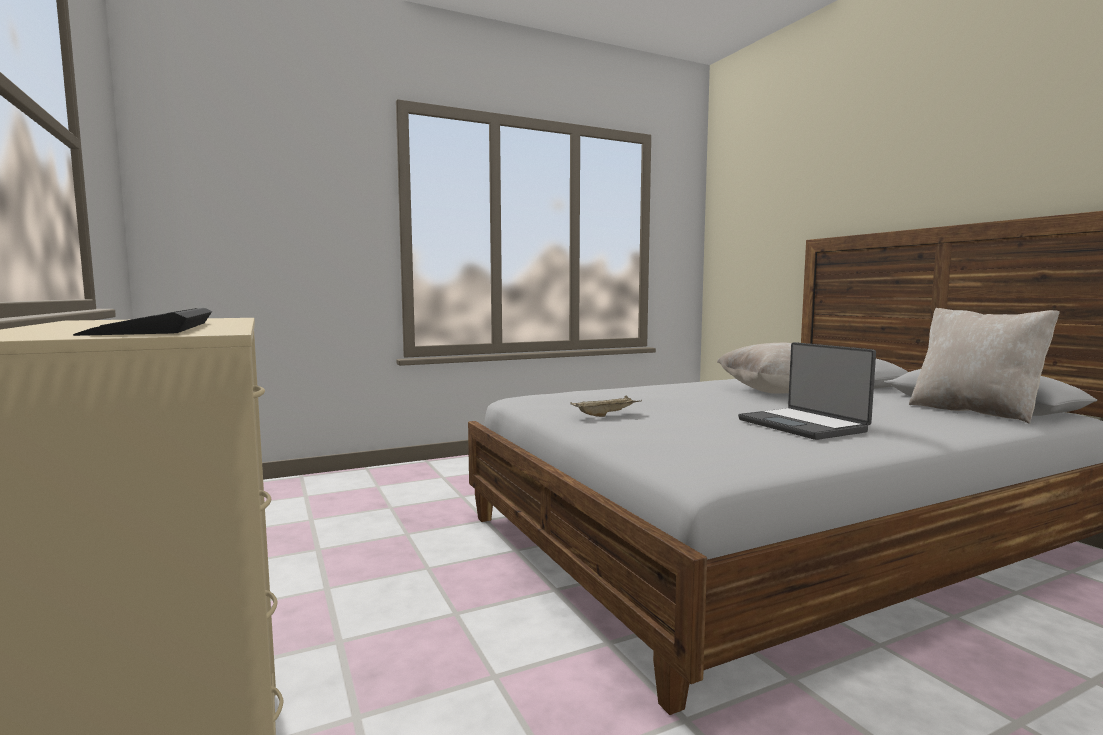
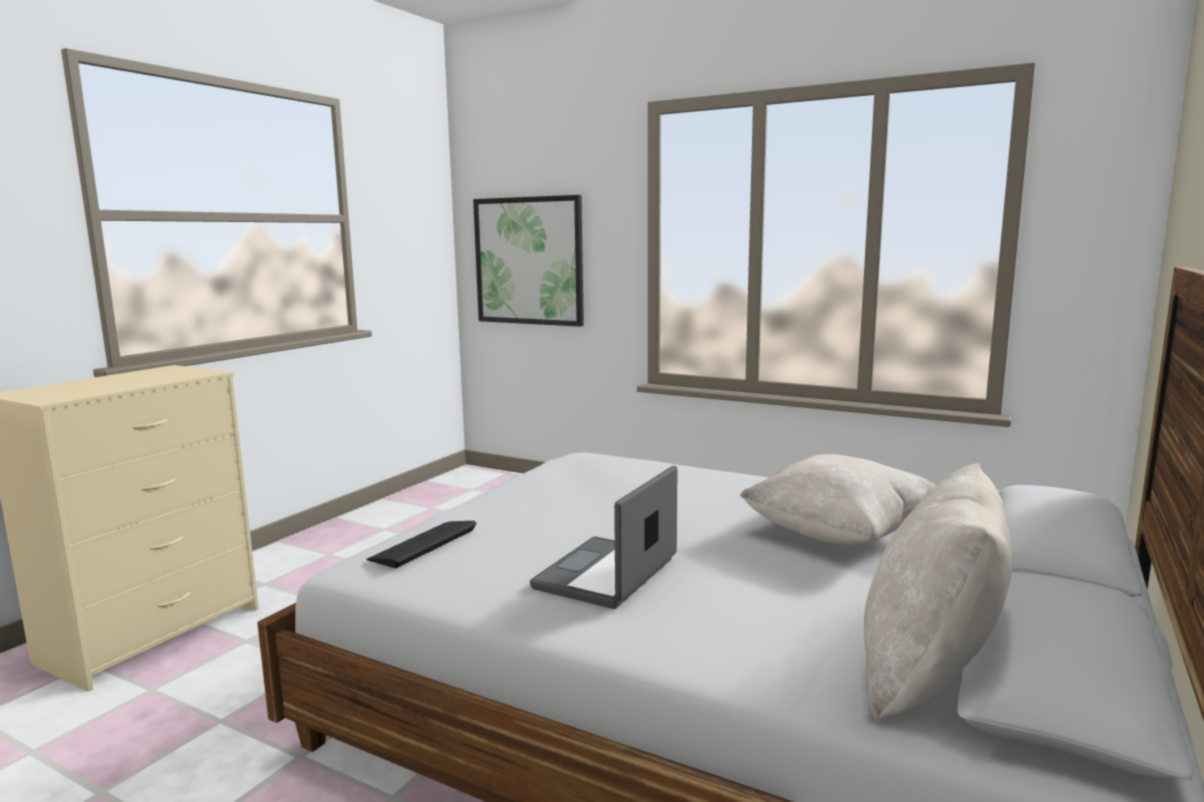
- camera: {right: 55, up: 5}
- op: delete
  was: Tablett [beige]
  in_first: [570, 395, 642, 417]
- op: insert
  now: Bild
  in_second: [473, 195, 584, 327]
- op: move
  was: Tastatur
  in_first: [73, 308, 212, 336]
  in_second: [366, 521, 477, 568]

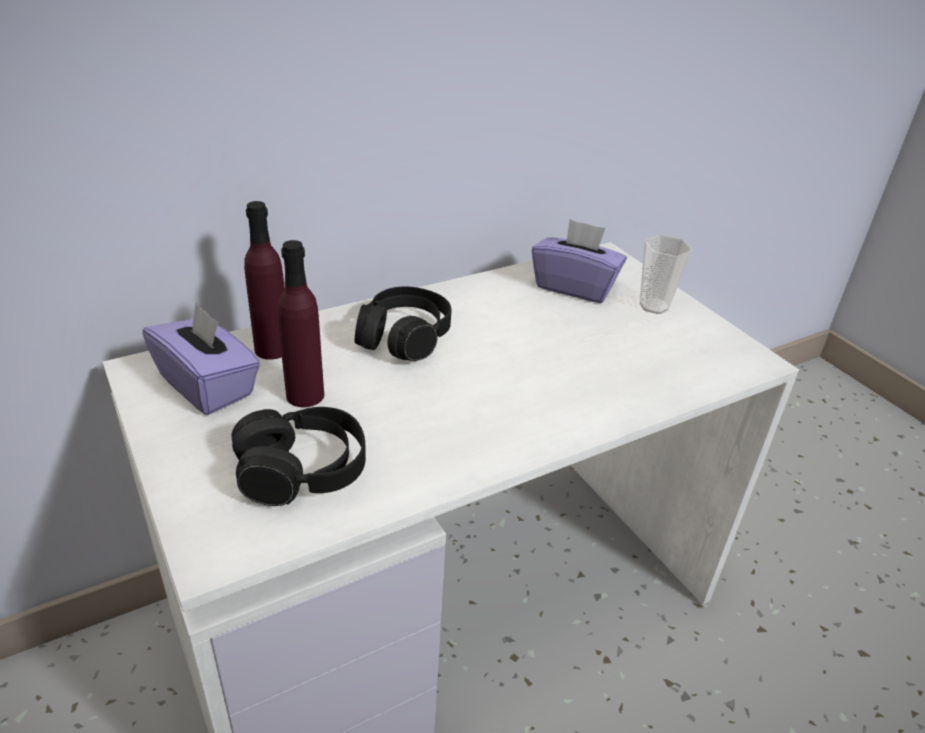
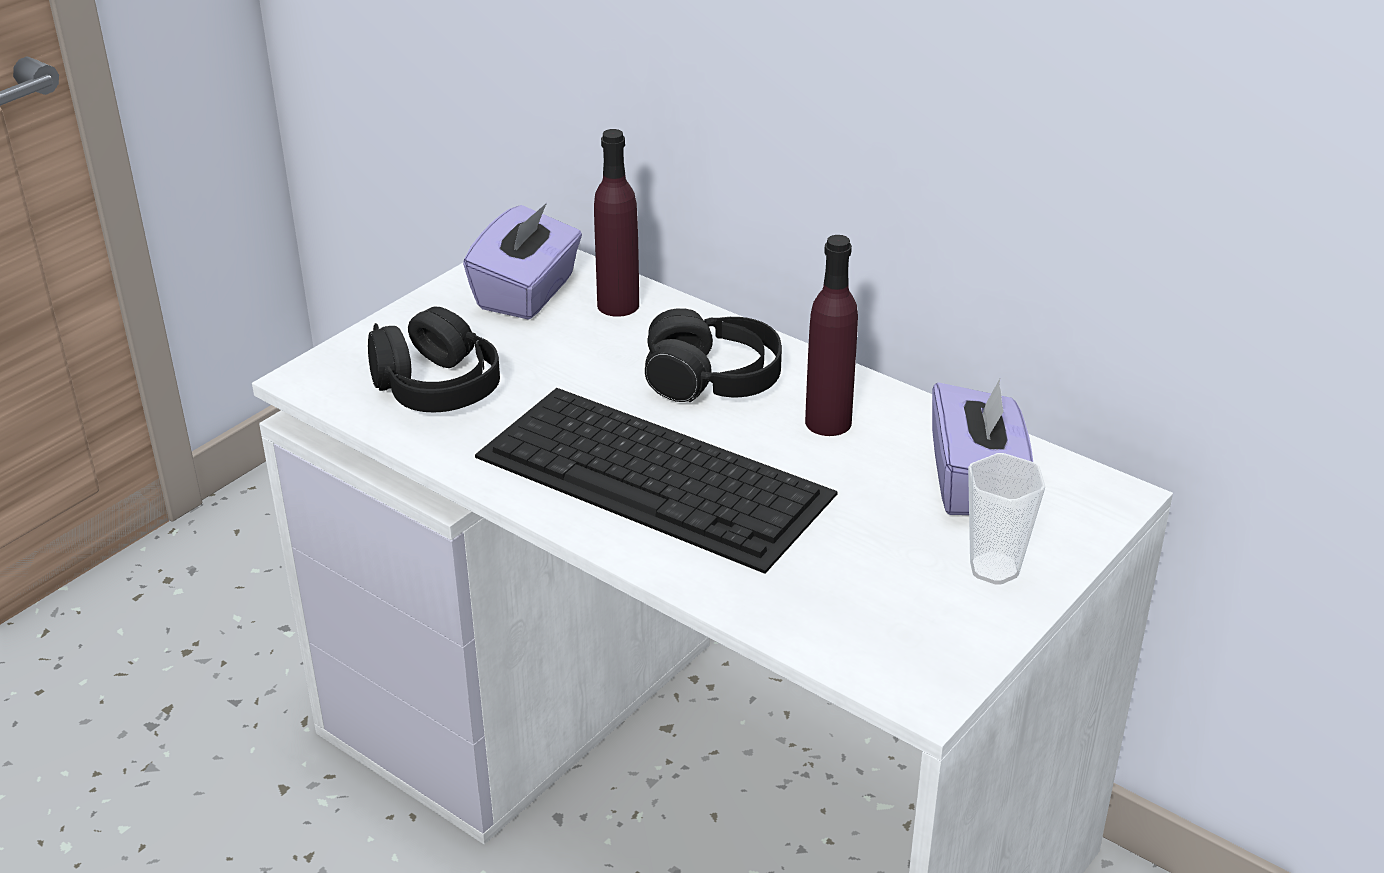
- camera: {right: 70, up: 0}
- op: insert
  now: Tastatur
  in_second: [475, 388, 838, 574]
- op: move
  was: Flasche [lila]
  in_first: [278, 240, 324, 407]
  in_second: [805, 235, 858, 436]

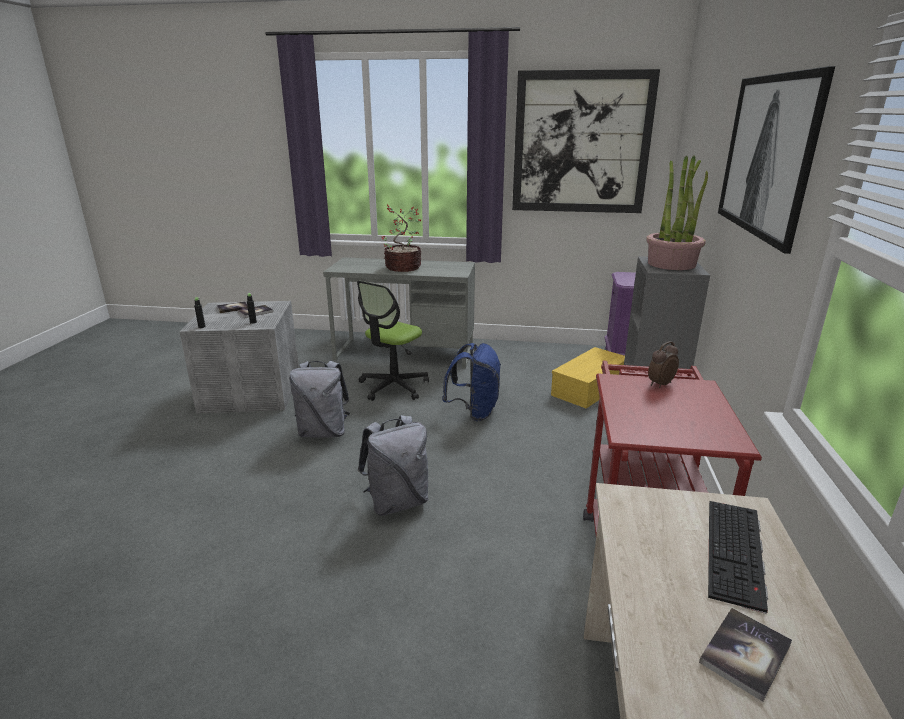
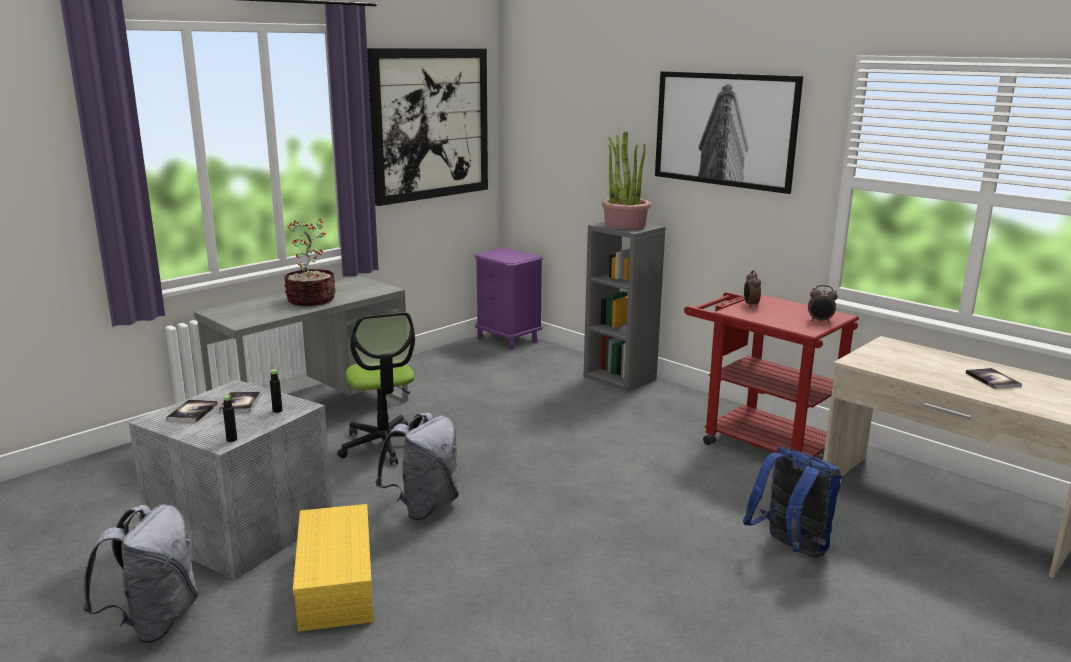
- camera: {right: -55, up: -5}
- op: delete
  was: Tastatur
  in_first: [708, 501, 768, 614]
- op: insert
  now: Wecker
  in_second: [808, 285, 838, 323]
- op: move
  was: Rucksack [grau]
  in_first: [358, 415, 428, 516]
  in_second: [83, 504, 198, 644]
- op: move
  was: Rucksack [blau]
  in_first: [442, 343, 501, 421]
  in_second: [743, 447, 842, 558]
- op: move
  was: Aufbewahrungsbox [gelb]
  in_first: [551, 347, 625, 409]
  in_second: [293, 504, 373, 632]

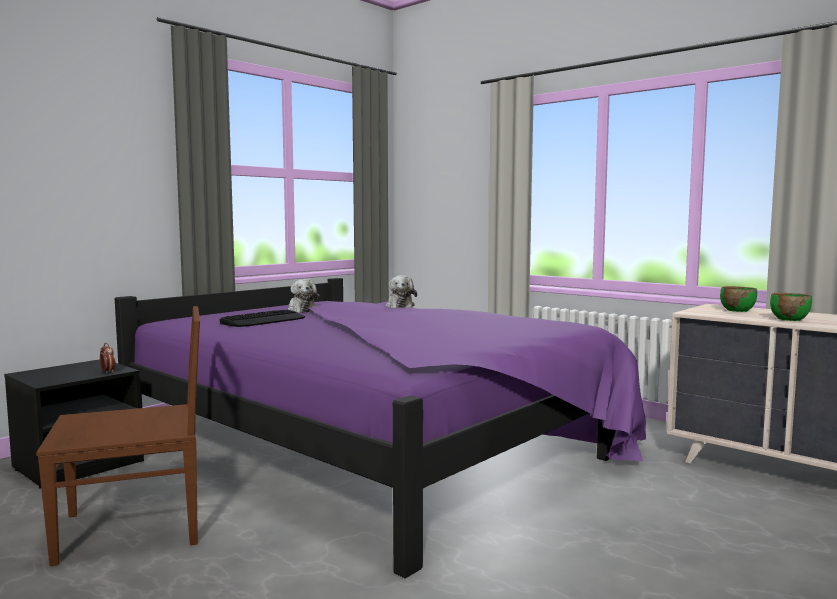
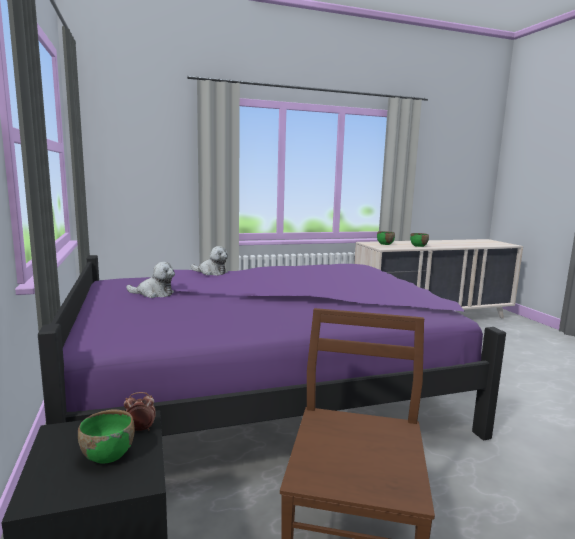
- camera: {right: -60, up: 5}
- op: delete
  was: Tastatur
  in_first: [219, 310, 305, 327]
- op: insert
  now: Schüssel [grün]
  in_second: [78, 410, 135, 463]

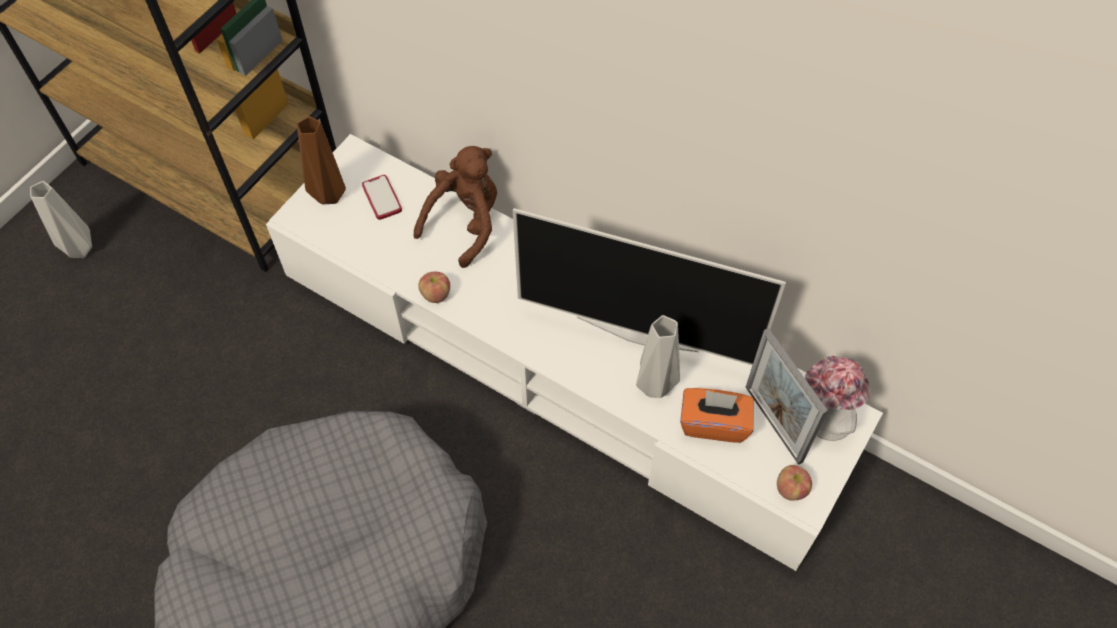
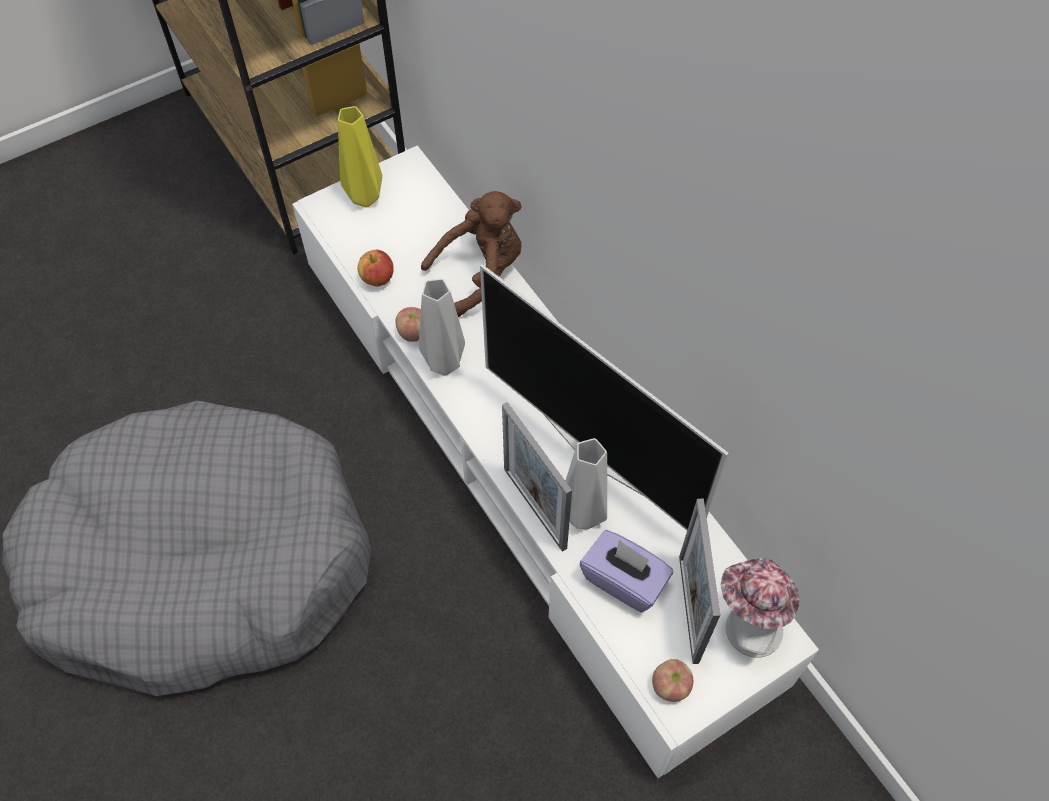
- camera: {right: 25, up: 0}
- op: delete
  was: Handy
  in_first: [362, 175, 402, 220]
- op: insert
  now: Apfel
  in_second: [357, 250, 394, 287]
- op: insert
  now: Bilderrahmen
  in_second: [502, 402, 572, 552]
- op: move
  was: Vase [grau]
  in_first: [30, 181, 92, 258]
  in_second: [419, 279, 465, 375]
- op: recolor
  was: Vase [braun]
  now: Vase [gelb]
  in_first: [297, 116, 346, 204]
  in_second: [338, 106, 382, 208]
- op: recolor
  was: Taschentuchbox [orange]
  now: Taschentuchbox [lila]
  in_first: [680, 388, 754, 443]
  in_second: [580, 530, 673, 613]

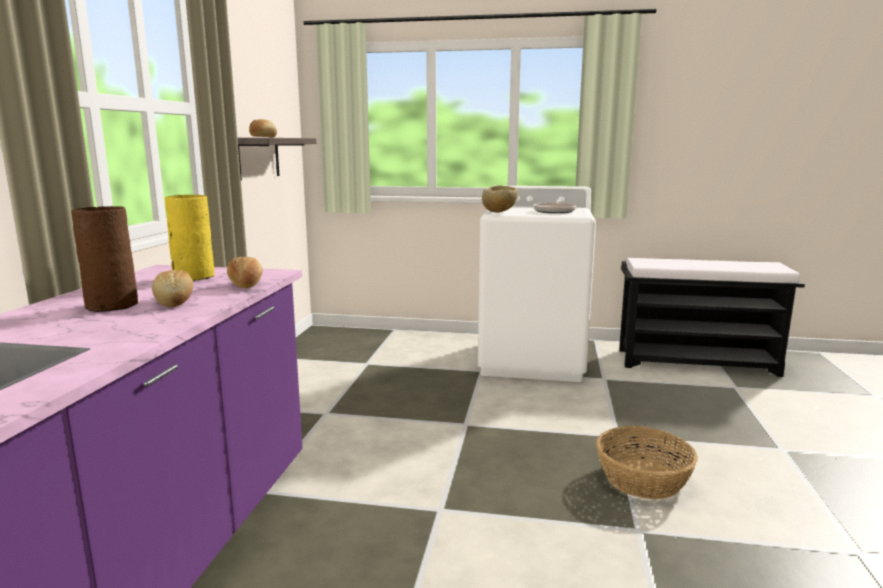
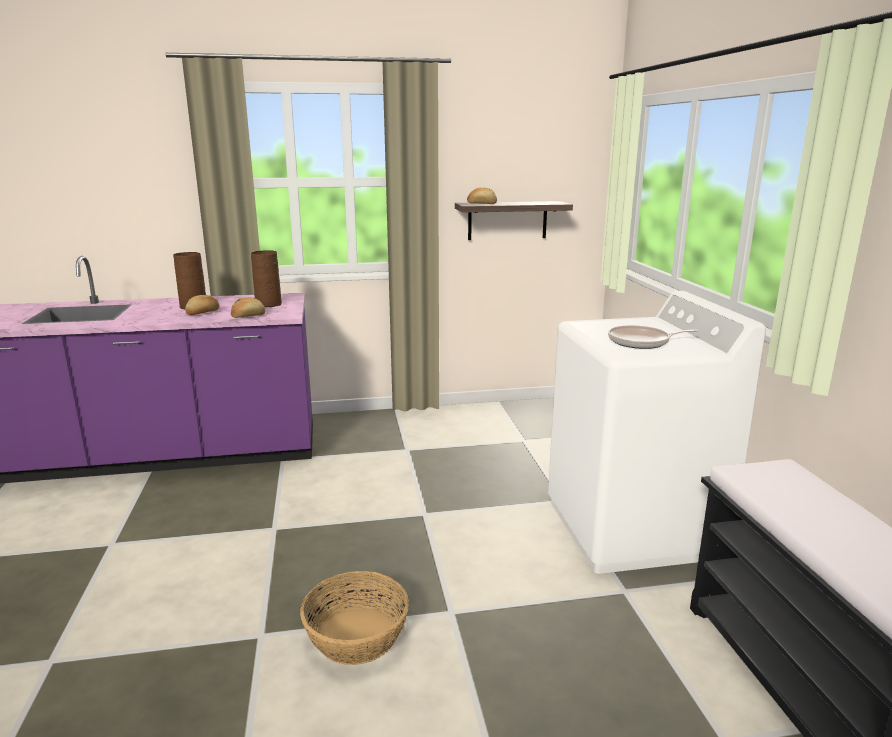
- camera: {right: 70, up: 5}
- op: delete
  was: Schüssel [beige]
  in_first: [482, 185, 518, 213]
- op: recolor
  was: Vase [gelb]
  now: Vase [braun]
  in_first: [165, 195, 215, 281]
  in_second: [251, 250, 282, 307]

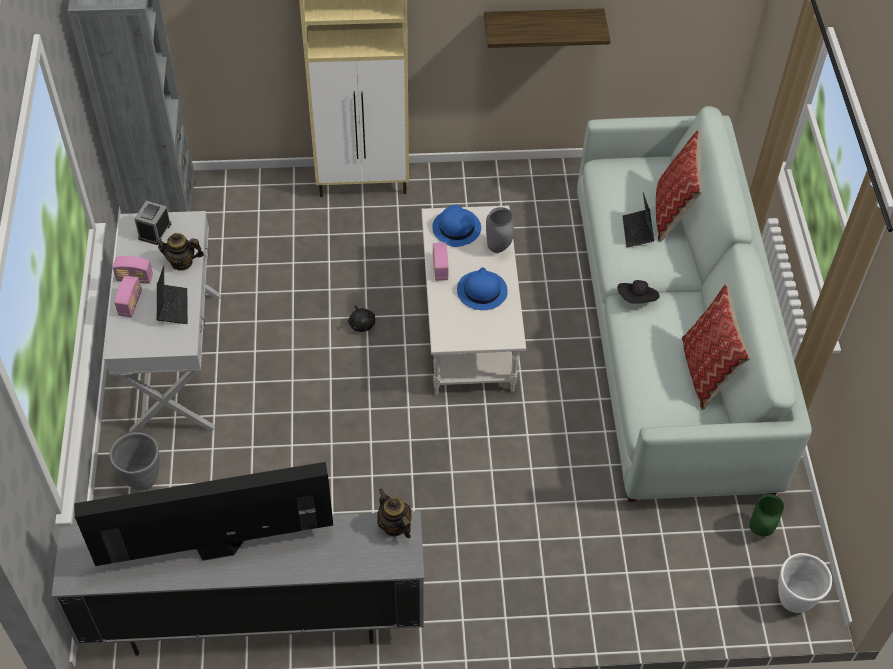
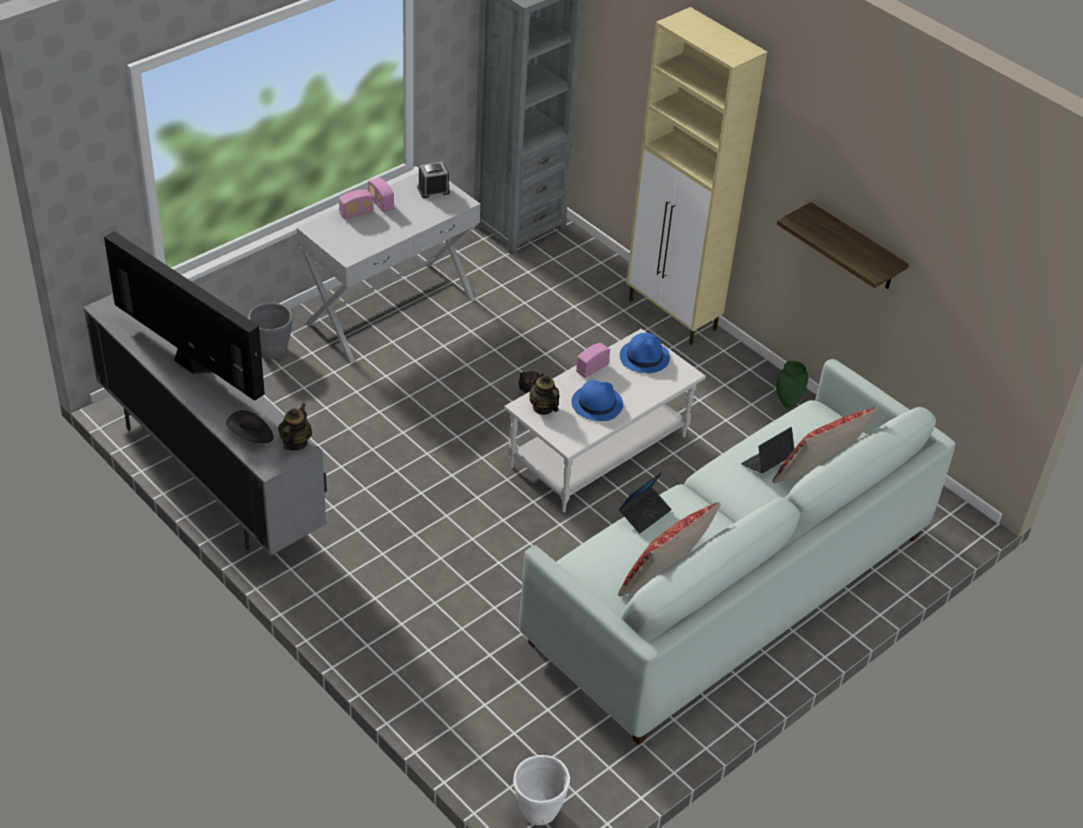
- camera: {right: 50, up: -10}
- op: delete
  was: Vase [grau]
  in_first: [486, 207, 514, 253]
- op: move
  was: Teekanne
  in_first: [154, 233, 204, 271]
  in_second: [529, 371, 560, 415]
- op: move
  was: Laptop
  in_first: [157, 266, 188, 324]
  in_second: [619, 472, 672, 533]
- op: move
  was: Hut [schwarz]
  in_first: [617, 280, 660, 303]
  in_second: [226, 410, 274, 443]
- op: move
  was: Vase [grün]
  in_first: [749, 494, 784, 536]
  in_second: [776, 361, 809, 408]

